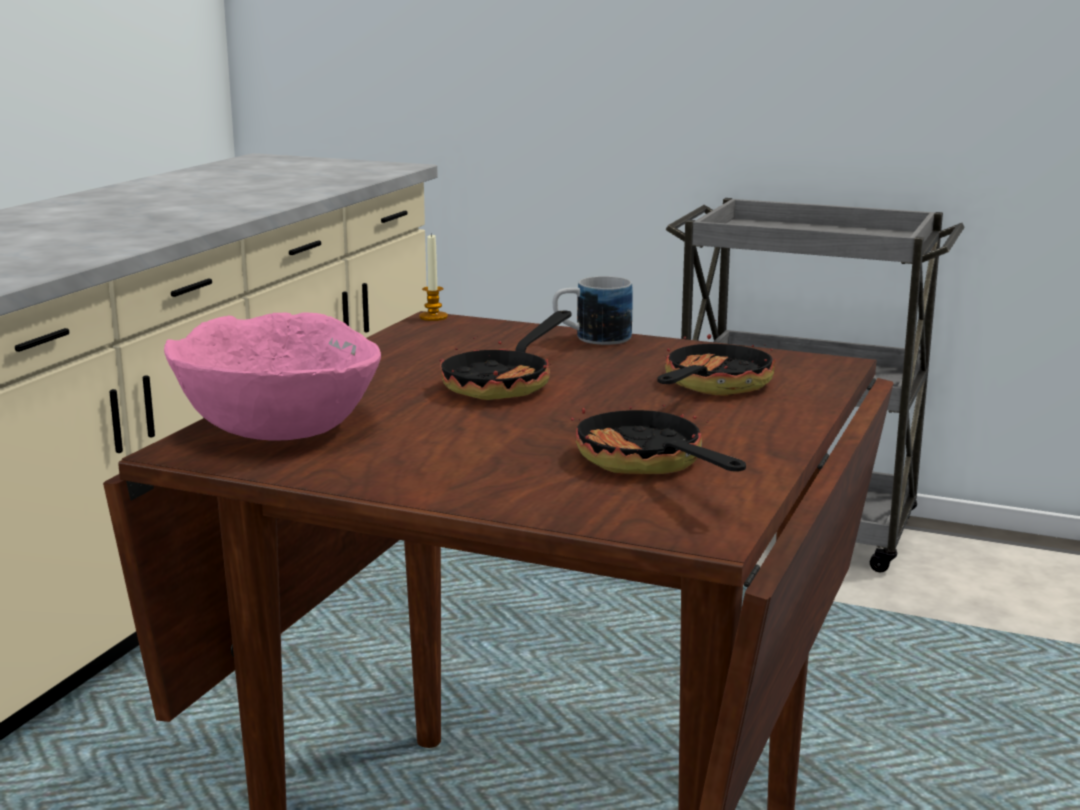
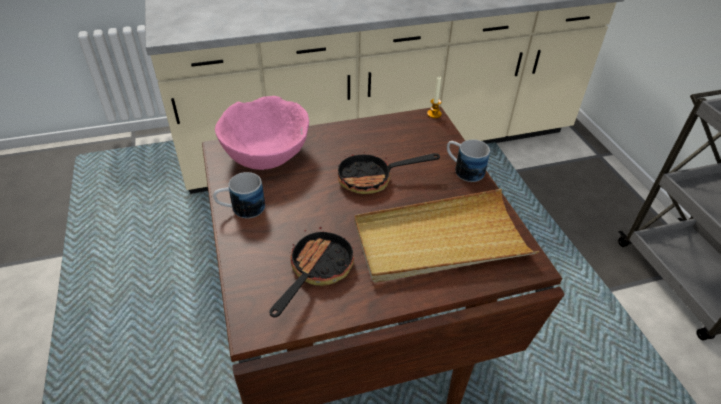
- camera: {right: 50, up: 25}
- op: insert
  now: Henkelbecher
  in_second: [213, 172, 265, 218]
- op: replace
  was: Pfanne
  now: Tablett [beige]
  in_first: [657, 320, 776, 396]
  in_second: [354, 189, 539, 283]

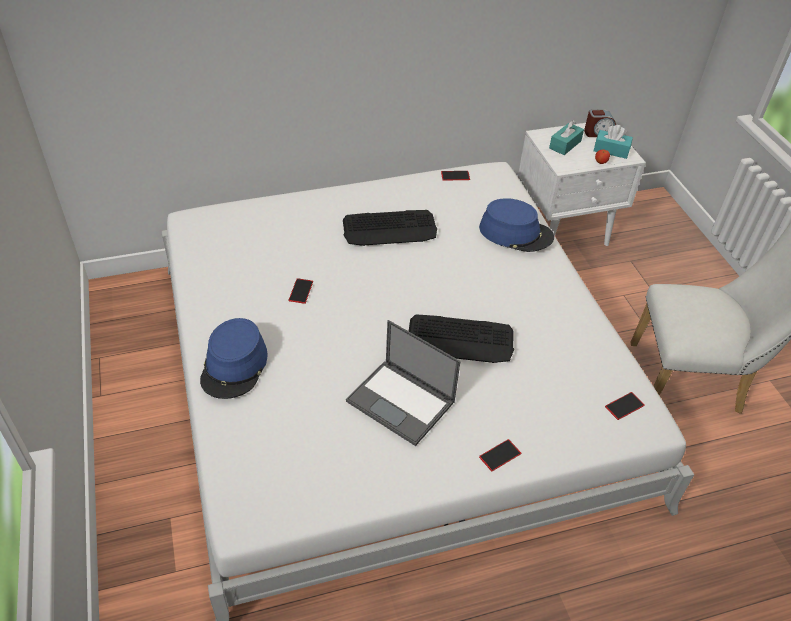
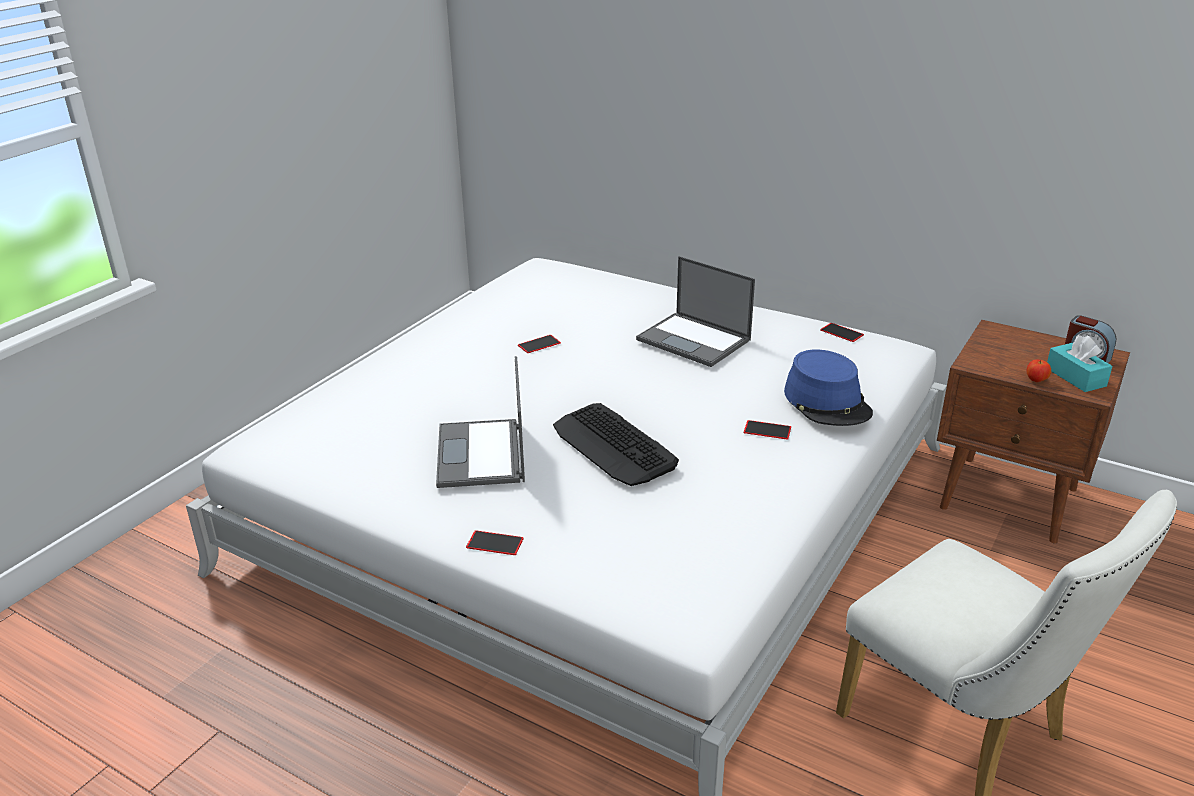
- camera: {right: 50, up: -15}
- op: delete
  was: Hut [blau]
  in_first: [200, 318, 268, 399]
- op: delete
  was: Taschentuchbox [türkis]
  in_first: [549, 120, 584, 155]
- op: move
  was: Handy
  in_first: [605, 392, 645, 420]
  in_second: [744, 420, 791, 440]
- op: replace
  was: Tastatur
  now: Laptop
  in_first: [343, 210, 437, 246]
  in_second: [636, 256, 755, 367]
- op: recolor
  was: Nachttisch [weiß]
  now: Nachttisch [braun]
  in_first: [518, 123, 646, 246]
  in_second: [937, 320, 1130, 543]

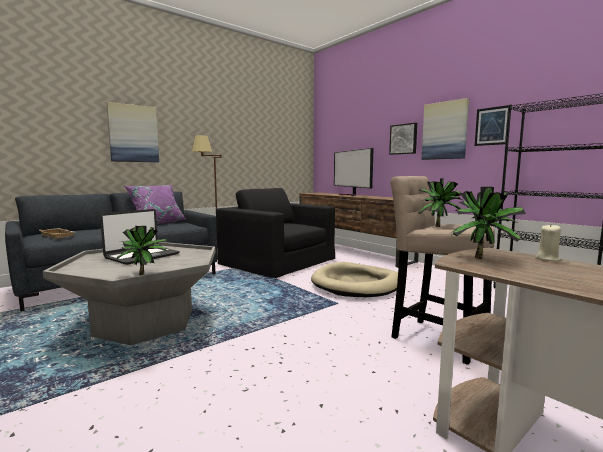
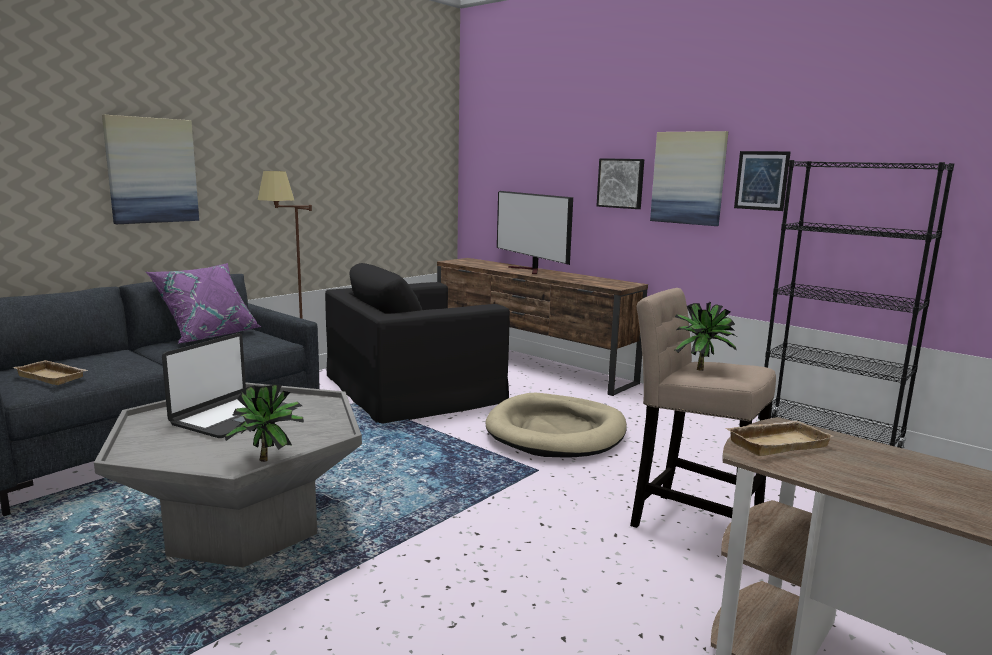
- camera: {right: -10, up: 5}
- op: delete
  was: Kerze [beige]
  in_first: [535, 224, 561, 261]
- op: replace
  was: Topfpflanze
  now: Tablett [beige]
  in_first: [451, 187, 526, 259]
  in_second: [726, 420, 833, 456]
- op: rotate
  was: Sessel [schwarz]
  in_first: [216, 188, 335, 278]
  in_second: [325, 263, 510, 424]
  clockwise: -60

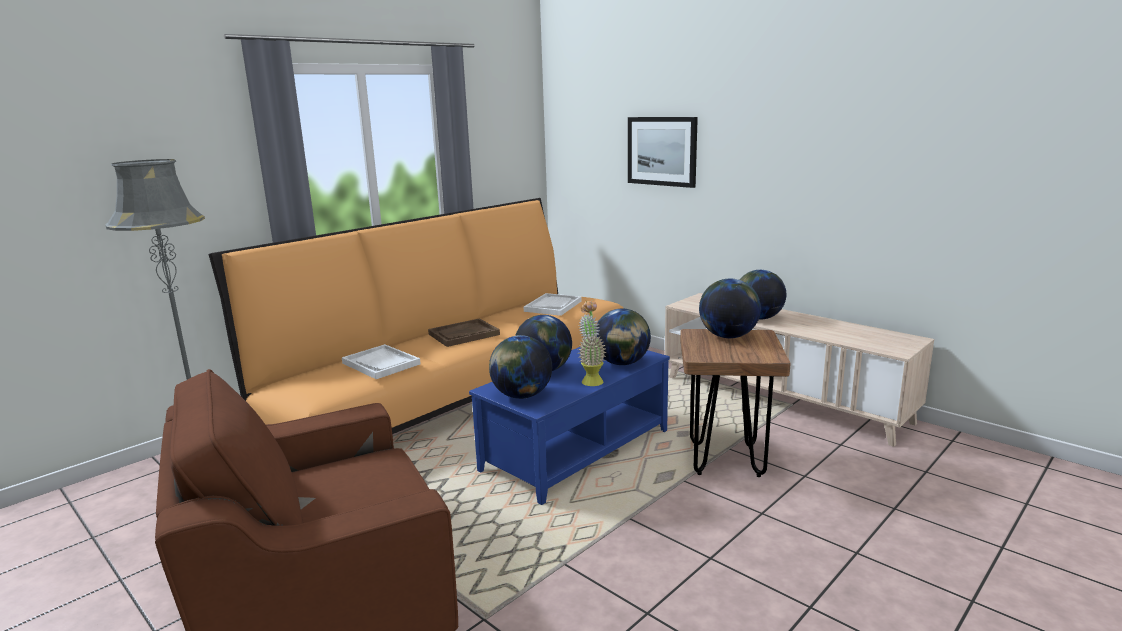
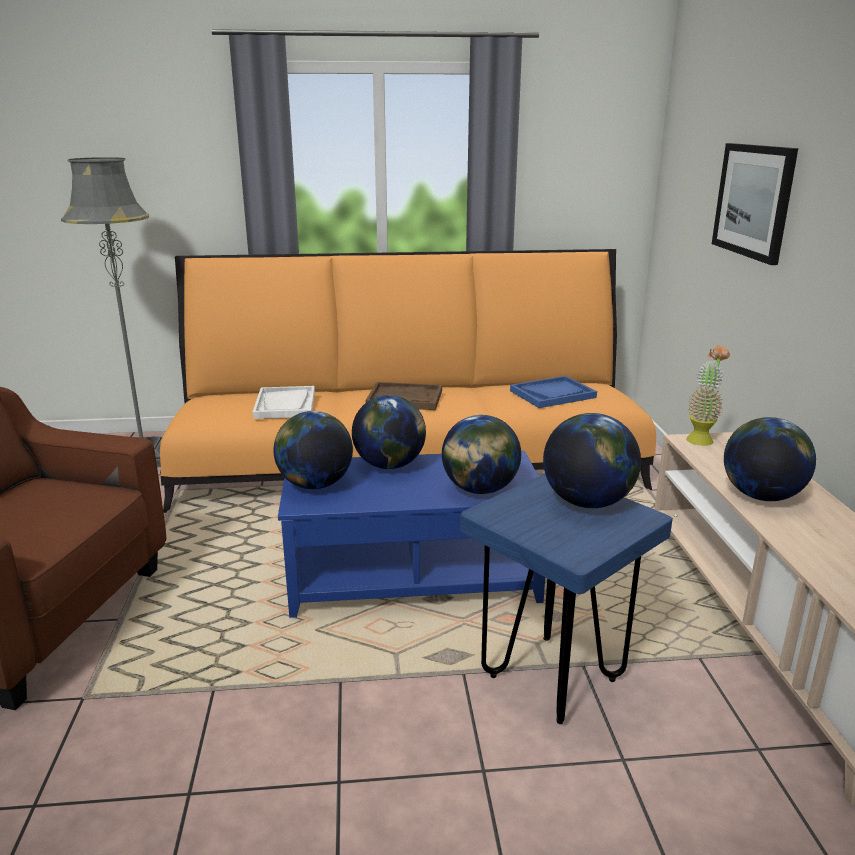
- camera: {right: 40, up: 5}
- op: move
  was: Topfpflanze
  in_first: [578, 300, 607, 386]
  in_second: [686, 345, 730, 446]
- op: recolor
  was: Tablett [weiß]
  now: Tablett [blau]
  in_first: [524, 293, 582, 316]
  in_second: [510, 376, 597, 408]
- op: recolor
  was: Hocker [braun]
  now: Hocker [blau]
  in_first: [680, 329, 791, 477]
  in_second: [460, 474, 673, 724]

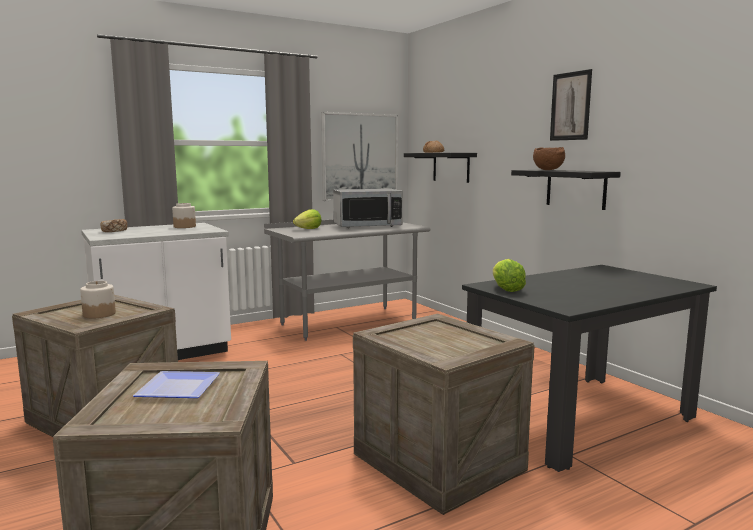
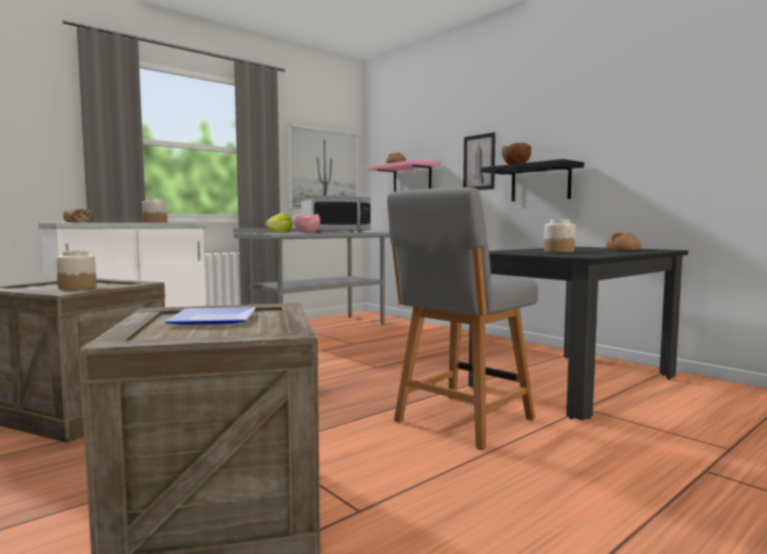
- camera: {right: -10, up: -5}
- op: delete
  was: Salatkopf
  in_first: [493, 259, 526, 292]
- op: insert
  now: Schüssel [rosa]
  in_second: [293, 214, 320, 233]
- op: insert
  now: Vorratsglas
  in_second: [544, 220, 576, 253]
- op: insert
  now: Brot
  in_second: [606, 232, 641, 251]
- op: move
  was: Bild
  in_first: [550, 69, 592, 141]
  in_second: [463, 132, 495, 190]
- op: replace
  was: Kiste
  now: Stuhl [grau]
  in_first: [353, 314, 535, 515]
  in_second: [387, 187, 538, 450]
- op: recolor
  was: Wandregal [schwarz]
  now: Wandregal [rosa]
  in_first: [404, 153, 477, 183]
  in_second: [367, 160, 439, 192]

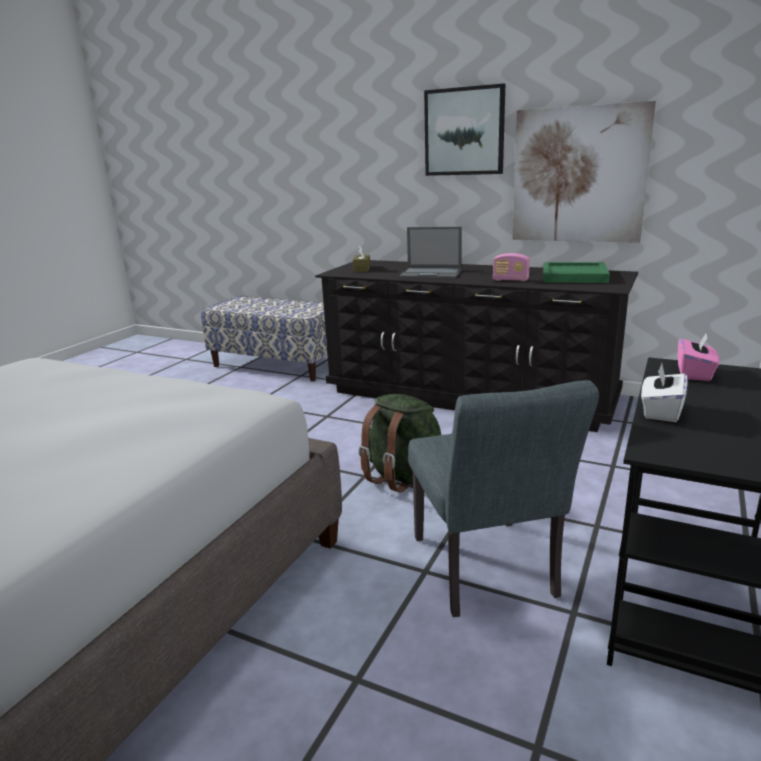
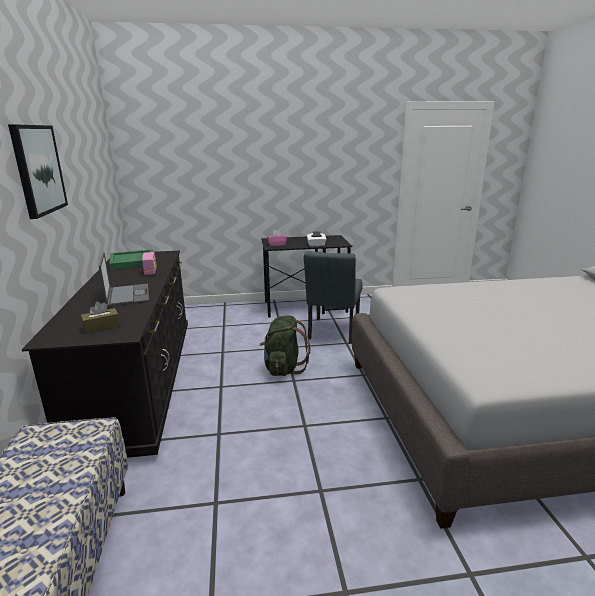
- camera: {right: -125, up: 0}
- op: delete
  was: Bild
  in_first: [512, 101, 656, 243]
- op: rotate
  was: Stuhl [grau]
  in_first: [408, 380, 599, 617]
  in_second: [304, 251, 363, 344]
  clockwise: 150

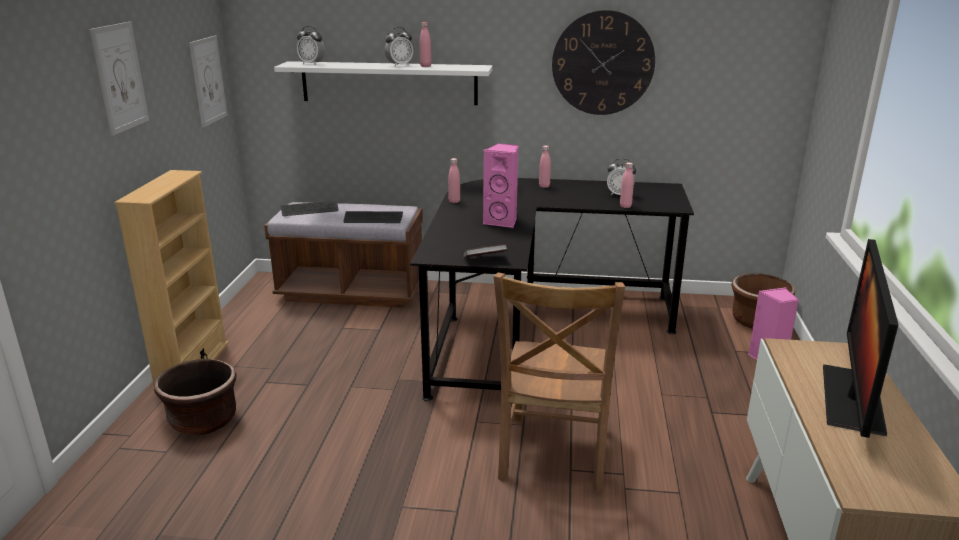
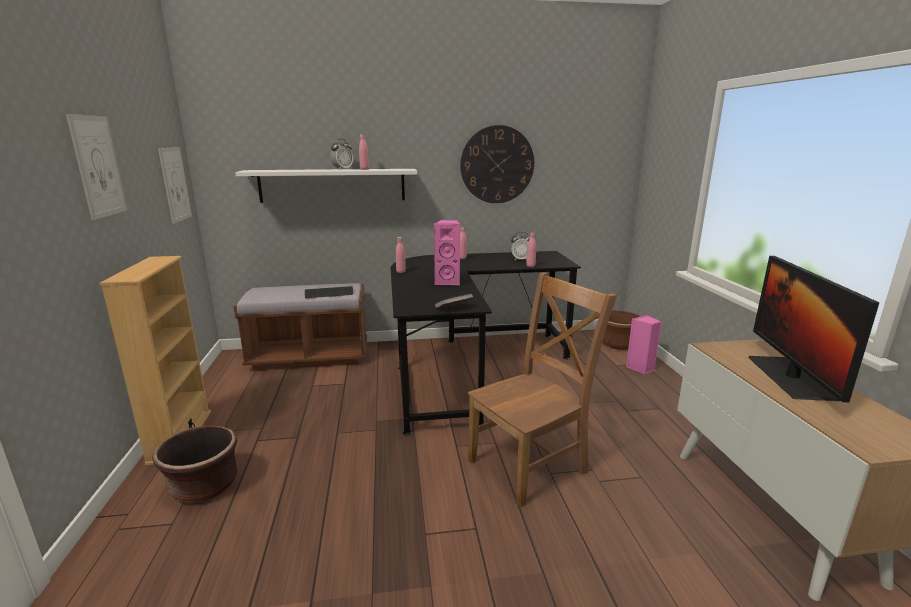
- camera: {right: -15, up: -5}
- op: delete
  was: Tastatur
  in_first: [280, 200, 338, 216]
- op: delete
  was: Wecker
  in_first: [297, 26, 325, 65]
- op: rotate
  was: Stuhl [braun]
  in_first: [494, 272, 625, 493]
  in_second: [468, 272, 617, 508]
  clockwise: -120

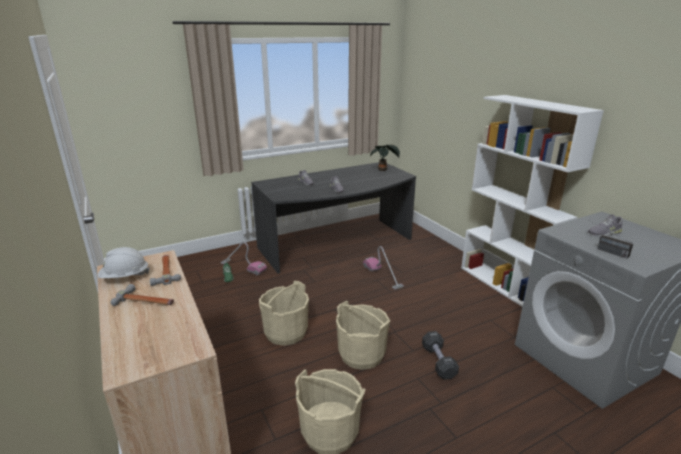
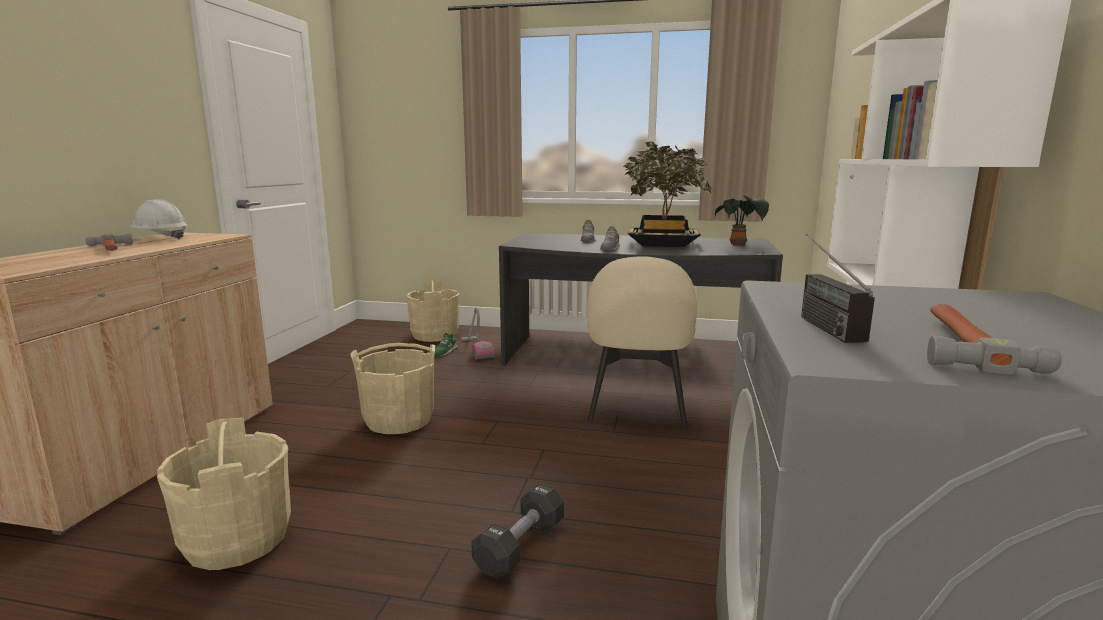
- camera: {right: 40, up: -10}
- op: delete
  was: Schuh [grau]
  in_first: [588, 214, 623, 237]
- op: insert
  now: Topfpflanze
  in_second: [623, 141, 712, 247]
- op: move
  was: Hammer
  in_first: [150, 255, 181, 286]
  in_second: [927, 304, 1062, 374]
- op: move
  was: Eimer [beige]
  in_first: [336, 301, 391, 370]
  in_second: [406, 281, 460, 342]
- op: replace
  was: Staubsauger
  now: Stuhl [beige]
  in_first: [363, 246, 404, 290]
  in_second: [587, 256, 697, 428]

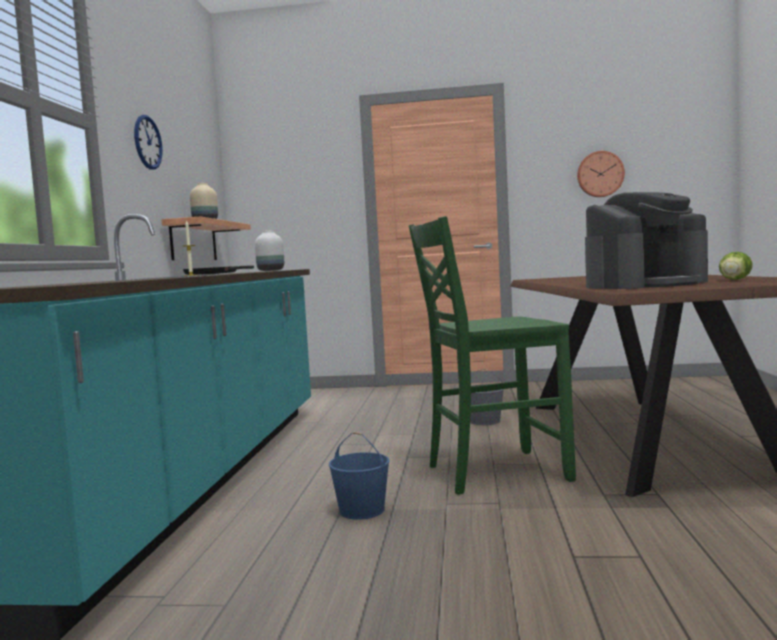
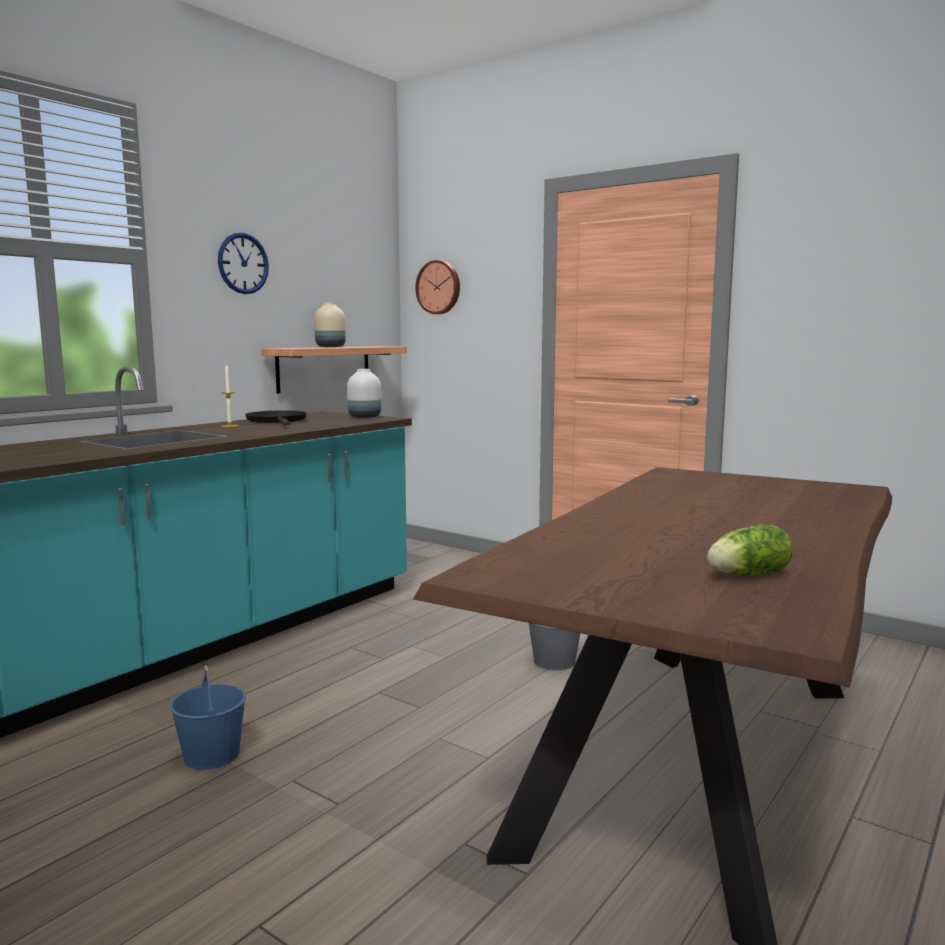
- camera: {right: 30, up: 5}
- op: delete
  was: Stuhl [grün]
  in_first: [409, 216, 576, 495]
- op: delete
  was: Kaffeemaschine
  in_first: [585, 192, 708, 289]
- op: move
  was: Wanduhr
  in_first: [577, 151, 625, 197]
  in_second: [415, 260, 460, 314]

